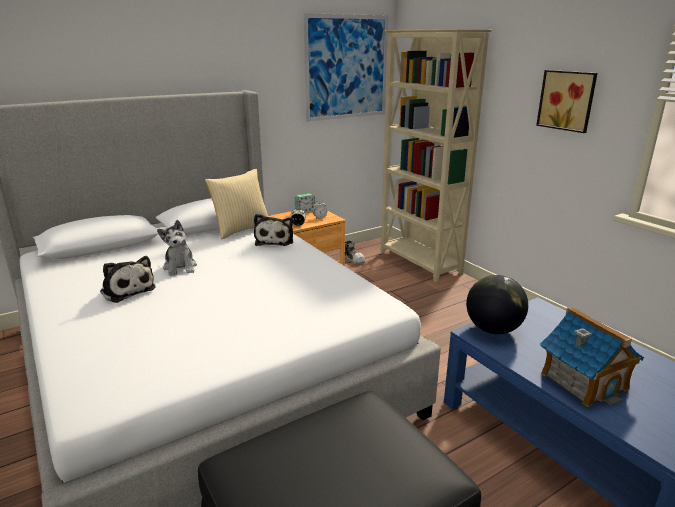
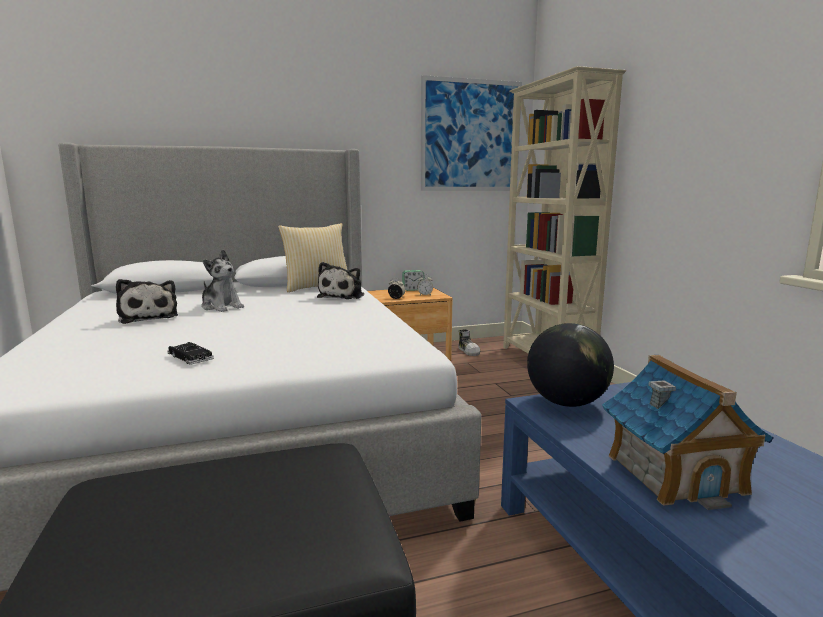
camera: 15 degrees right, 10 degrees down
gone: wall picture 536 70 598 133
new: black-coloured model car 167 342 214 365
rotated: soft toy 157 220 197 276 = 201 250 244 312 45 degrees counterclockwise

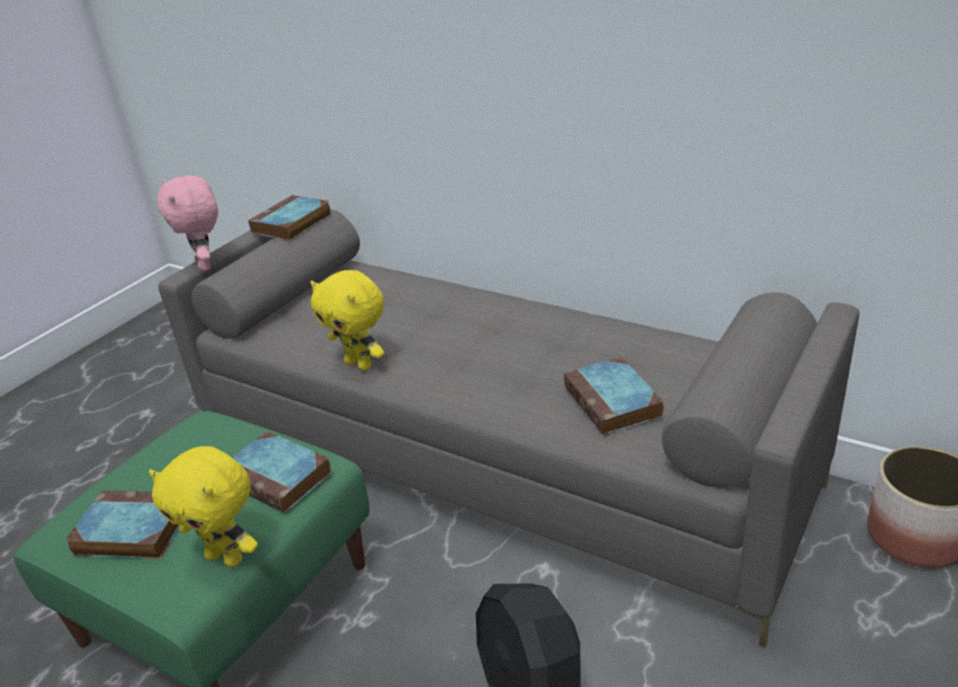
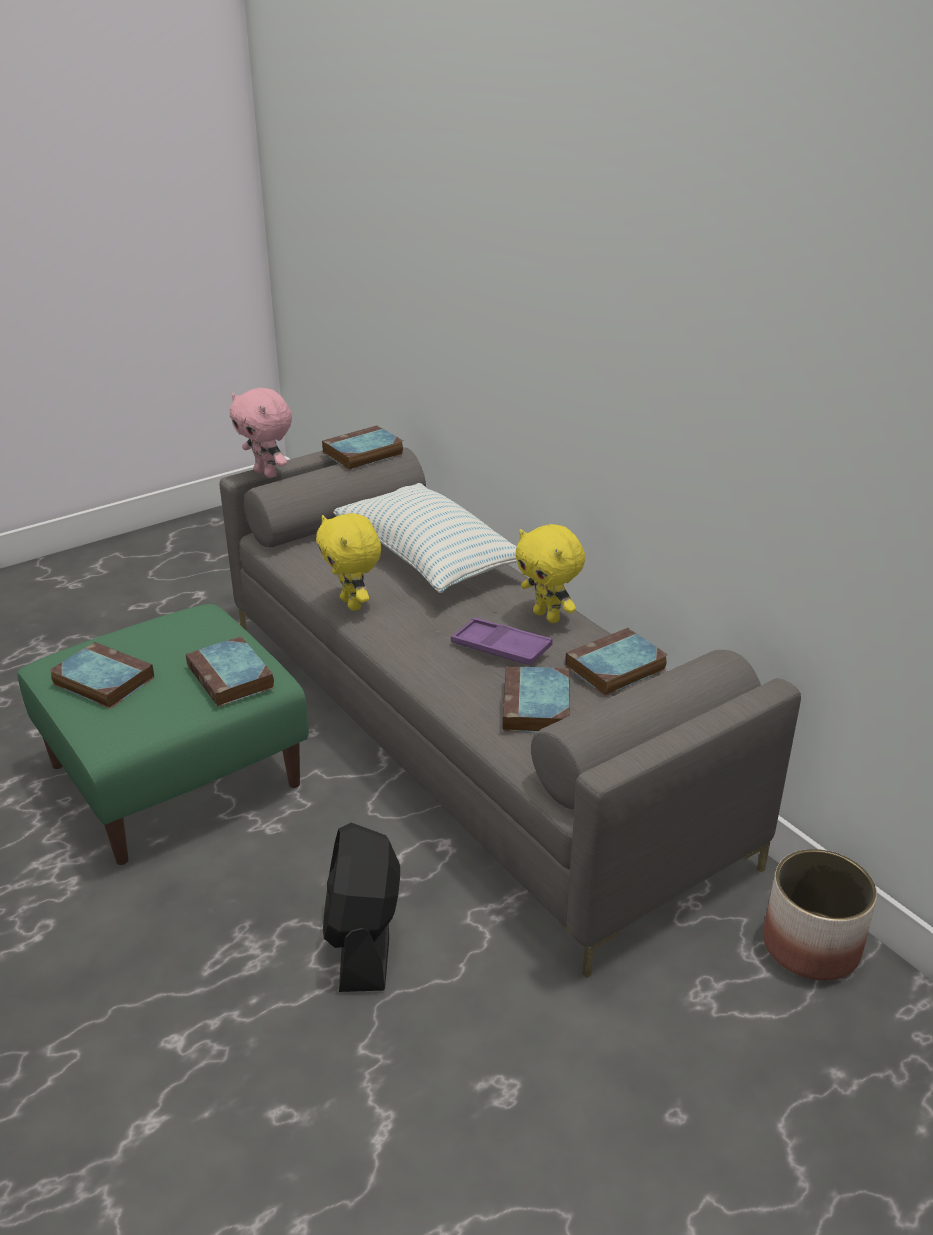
camera: 20 degrees right, 0 degrees up
new: cushion 333 483 517 593; purplish serving tray 451 618 553 665; bound book 565 628 668 696
shifted: yellow soft toy 149 446 258 567 to 515 524 585 623
rotated: pinkish soft toy 157 175 218 271 = 230 388 292 478 45 degrees counterclockwise

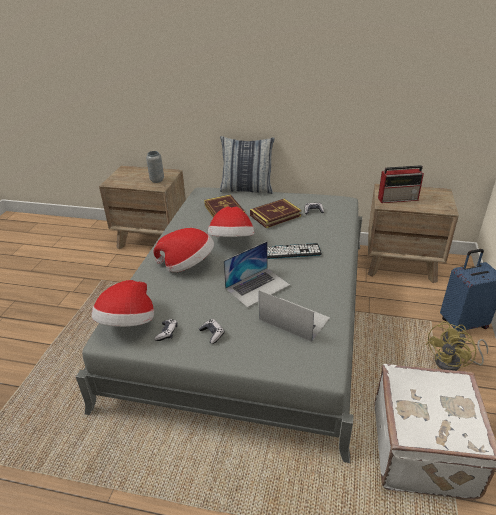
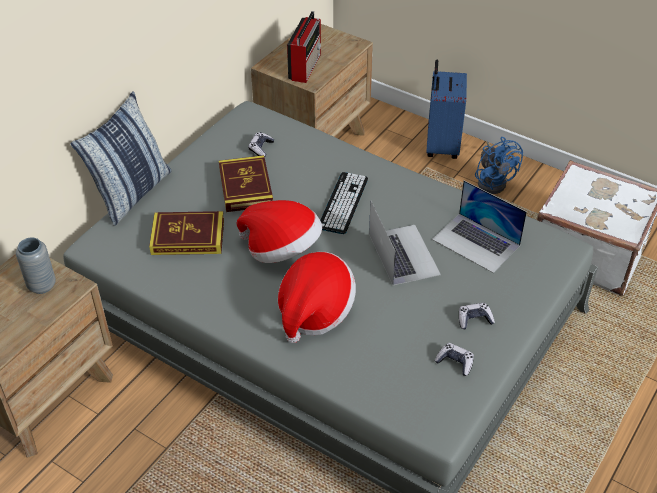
camera: 70 degrees left, 10 degrees up
gone: wearable hat 92 280 154 327
repainted: yellow cooling fan 426 321 488 371 to blue-coloured cooling fan 475 137 523 194
rotated: notebook computer 259 290 330 342 = 432 180 527 273 105 degrees counterclockwise

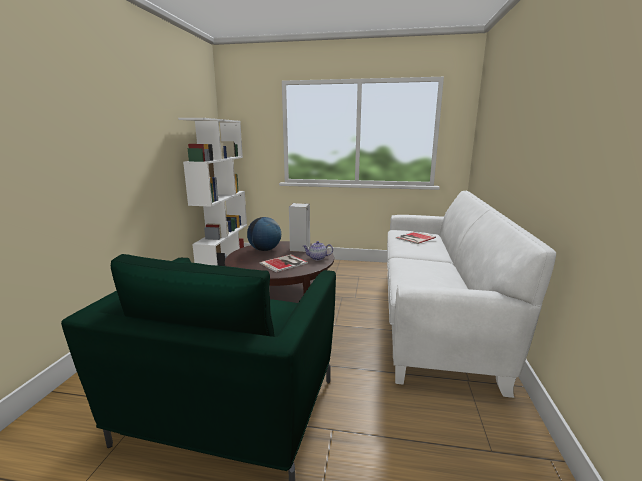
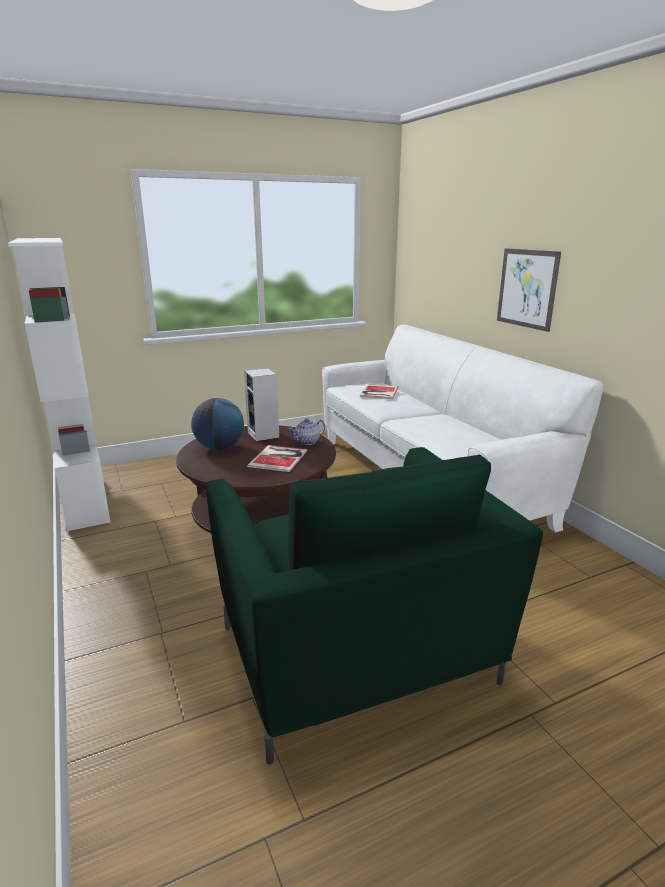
camera: 35 degrees left, 5 degrees up
new: wall picture 497 248 561 332

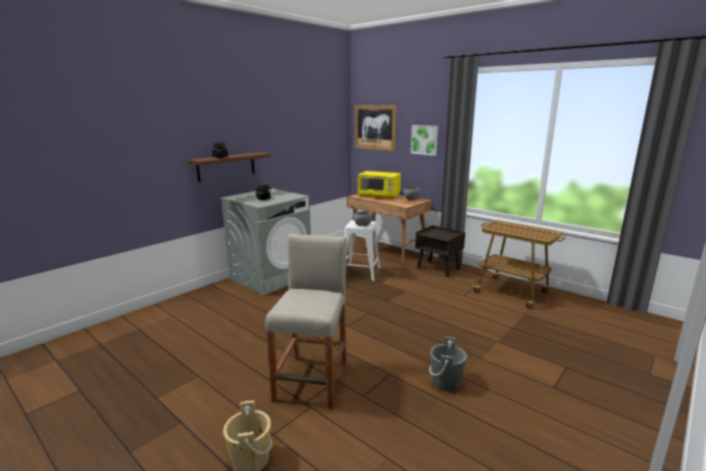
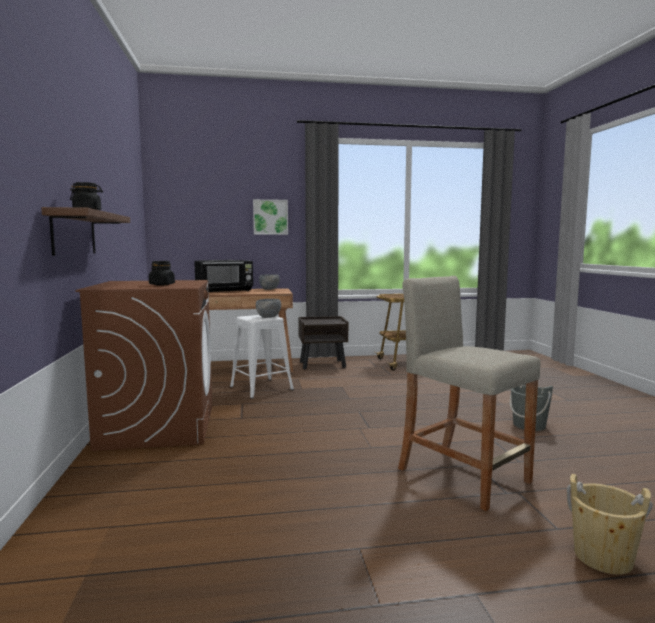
camera: 50 degrees left, 10 degrees down
gone: wall picture 355 105 397 152
repainted: gray washing machine 220 188 311 296 to brownish washing machine 75 280 212 451; yellow microwave 357 171 401 199 to black-coloured microwave 194 260 253 292

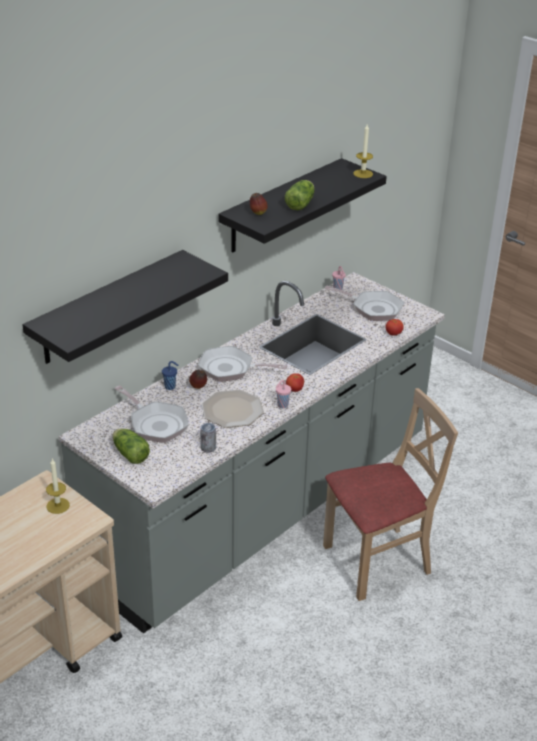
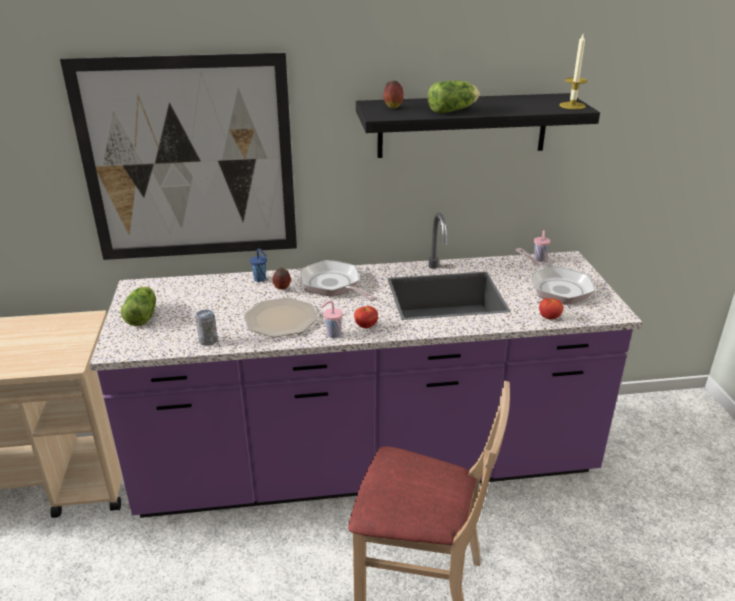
camera: 40 degrees right, 5 degrees down
gone: wax light 46 459 70 514; pan 114 385 189 443
swapped: black-coloured wall shelf 23 250 228 364 to wall picture 60 53 297 260
repainted: gray kitchen base unit 59 272 445 634 to purplish kitchen base unit 89 213 642 518

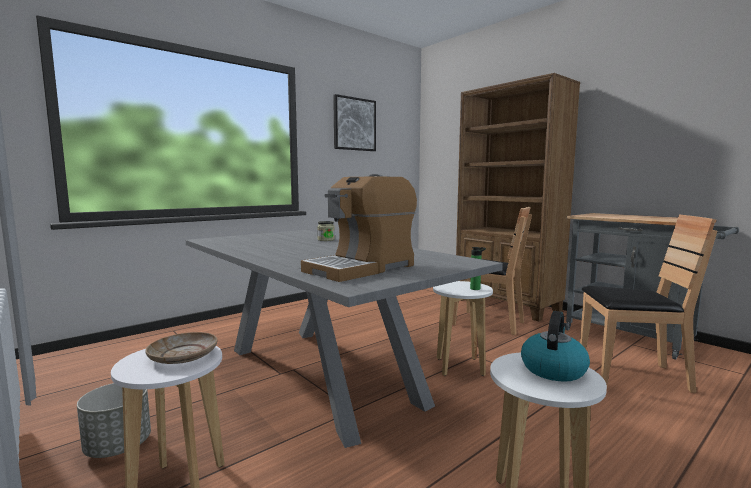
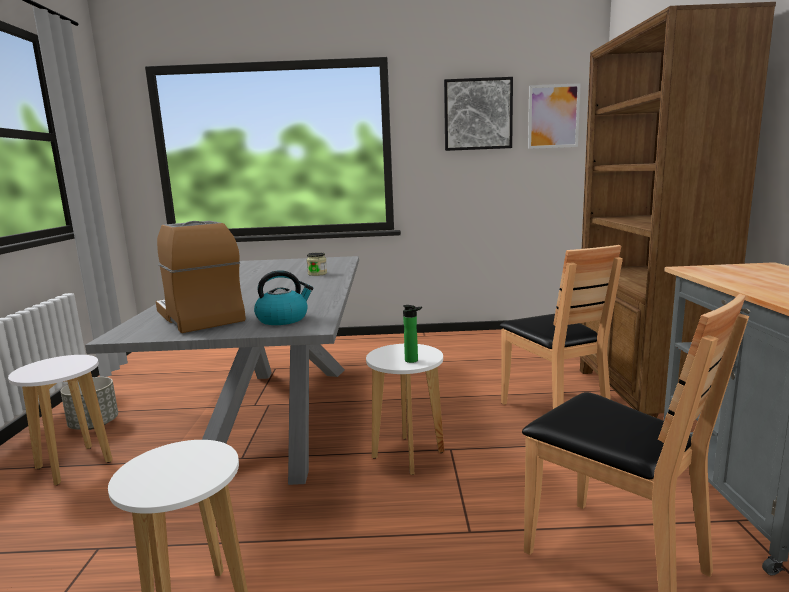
camera: 40 degrees right, 5 degrees up
gone: beige flat dish 145 332 217 364
new: wall picture 528 83 581 149
shifted: water kettle 521 311 590 382 to 254 270 314 325
rotated: coffee maker 301 174 417 282 = 156 221 246 333 60 degrees clockwise

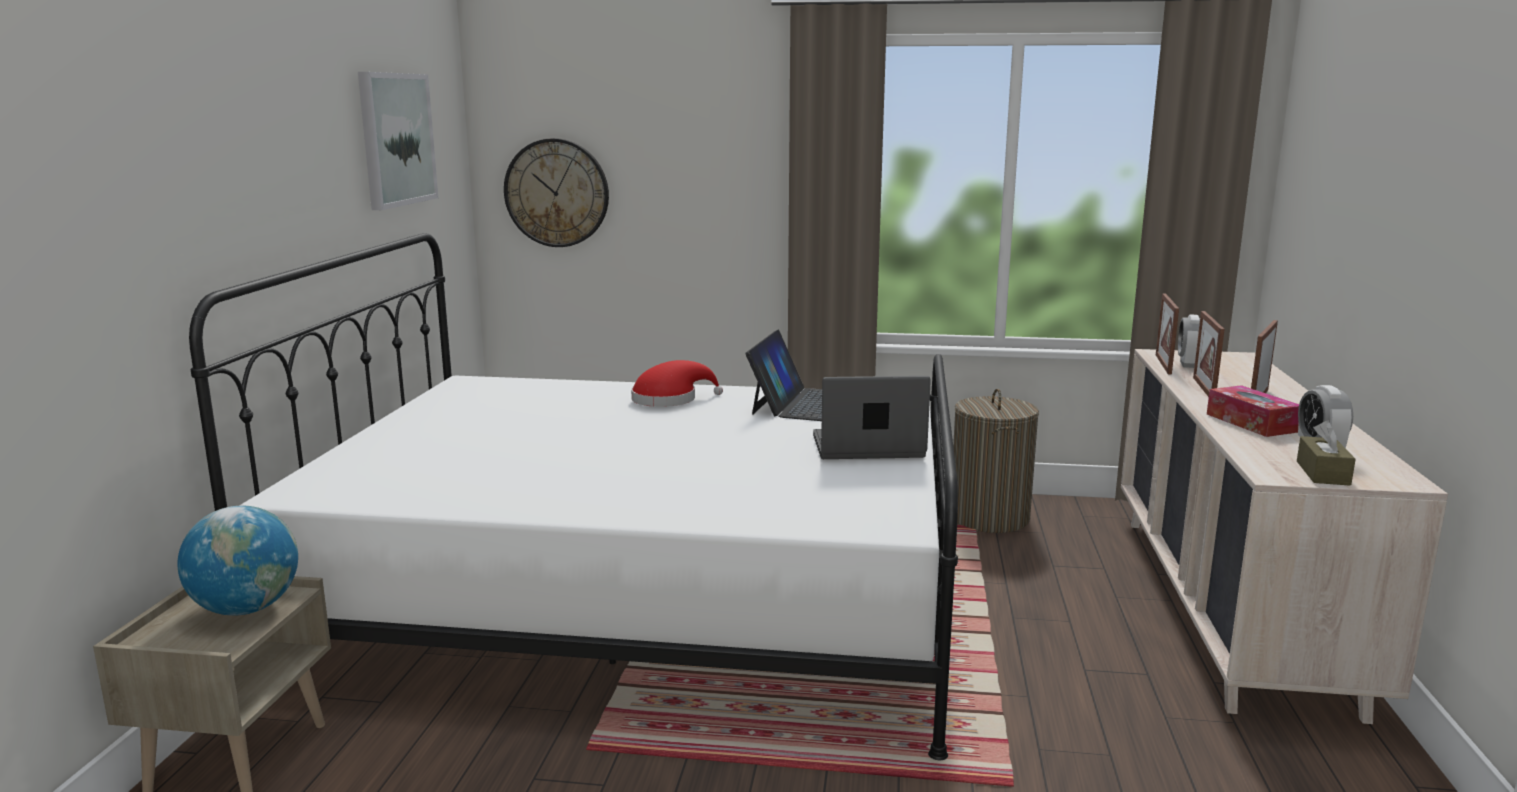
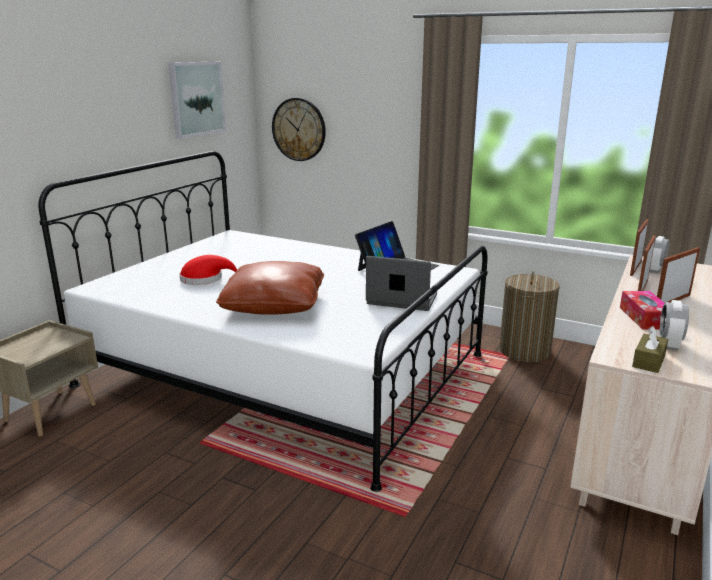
camera: 20 degrees right, 5 degrees up
gone: globe 177 506 298 616
new: brownish cushion 216 261 324 315
shifted: reddish wearable hat 631 360 723 407 to 179 255 237 285

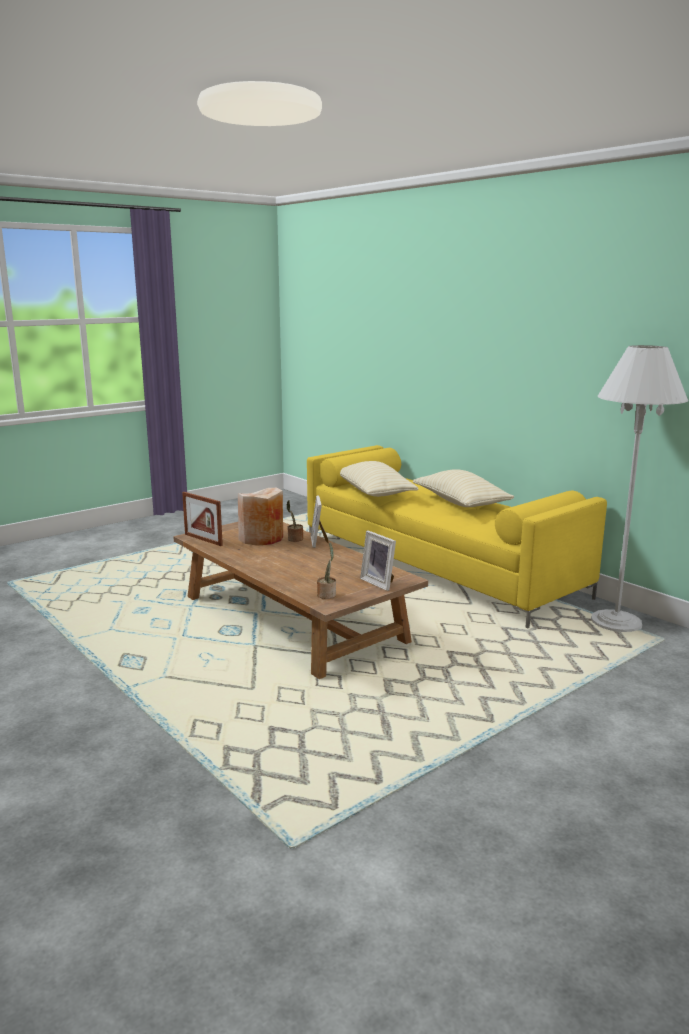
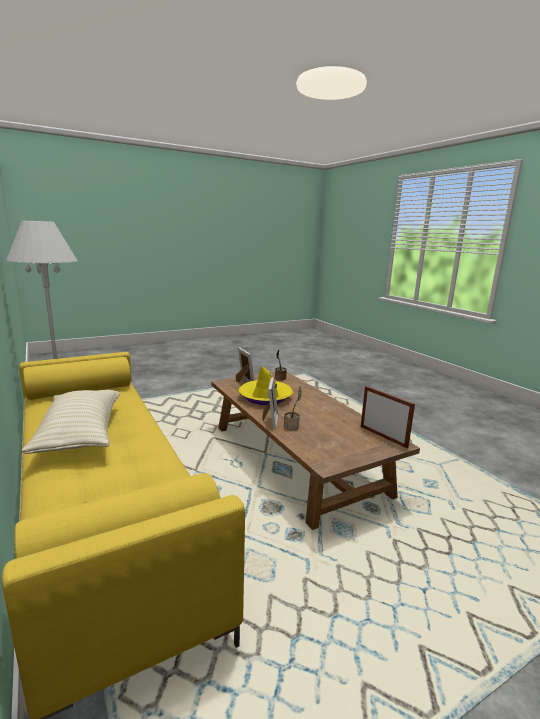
camera: 170 degrees left, 0 degrees up
gone: beige flower vase 238 488 283 546; beige cushion 340 461 418 497
new: yellow wearable hat 239 366 293 405

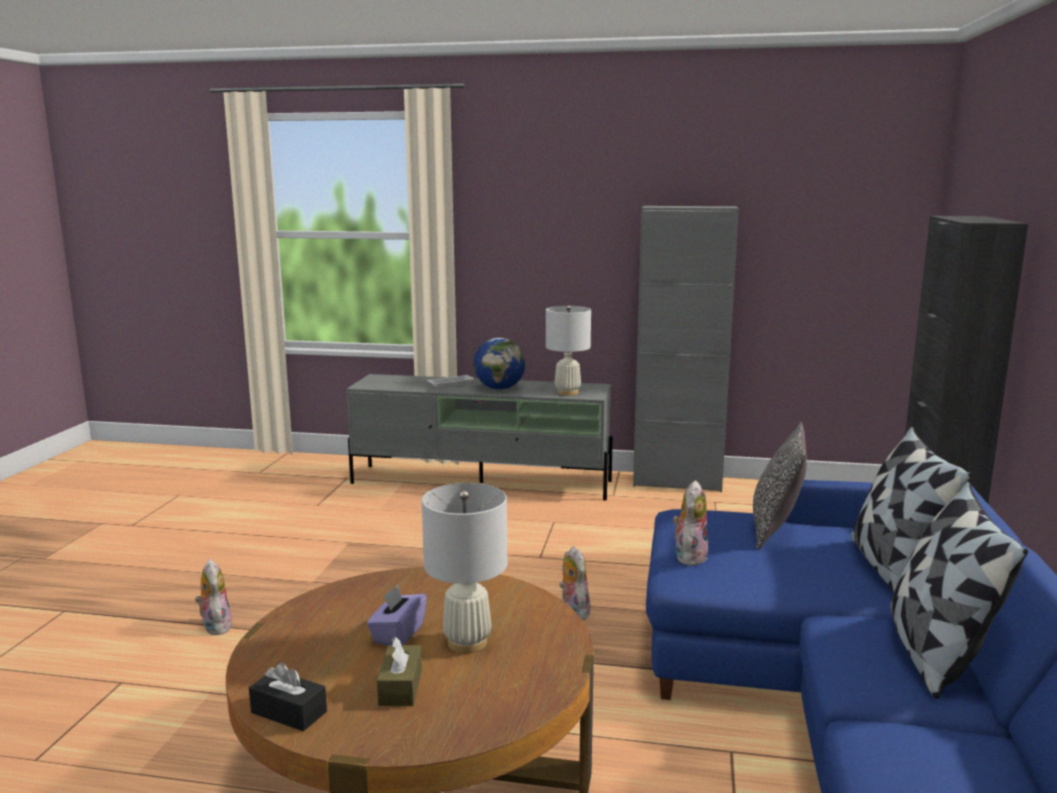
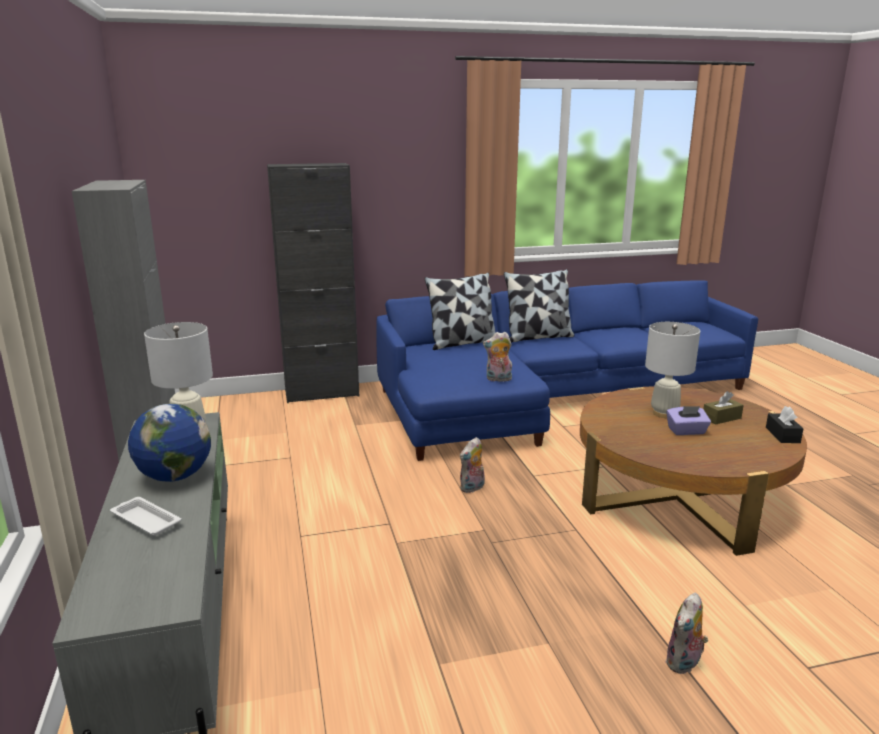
camera: 115 degrees left, 5 degrees up
gone: cushion 753 422 807 549

